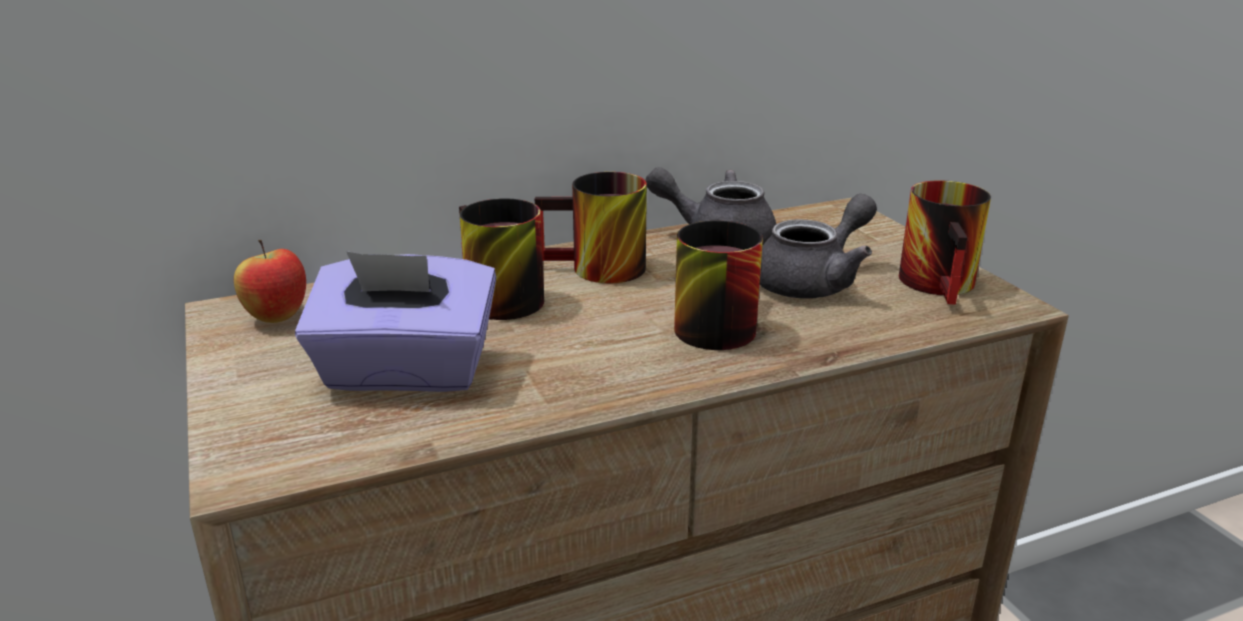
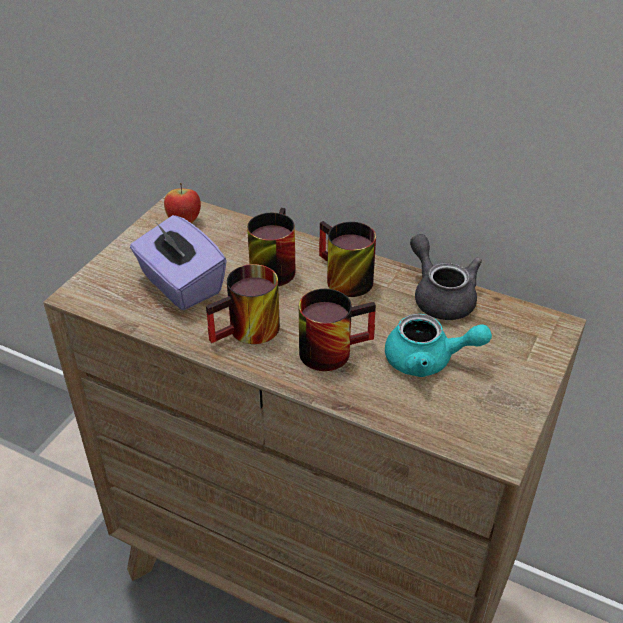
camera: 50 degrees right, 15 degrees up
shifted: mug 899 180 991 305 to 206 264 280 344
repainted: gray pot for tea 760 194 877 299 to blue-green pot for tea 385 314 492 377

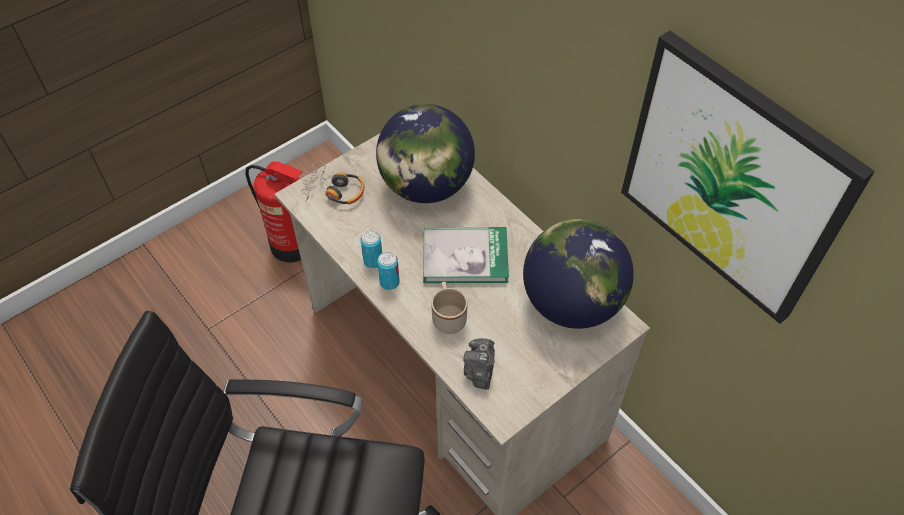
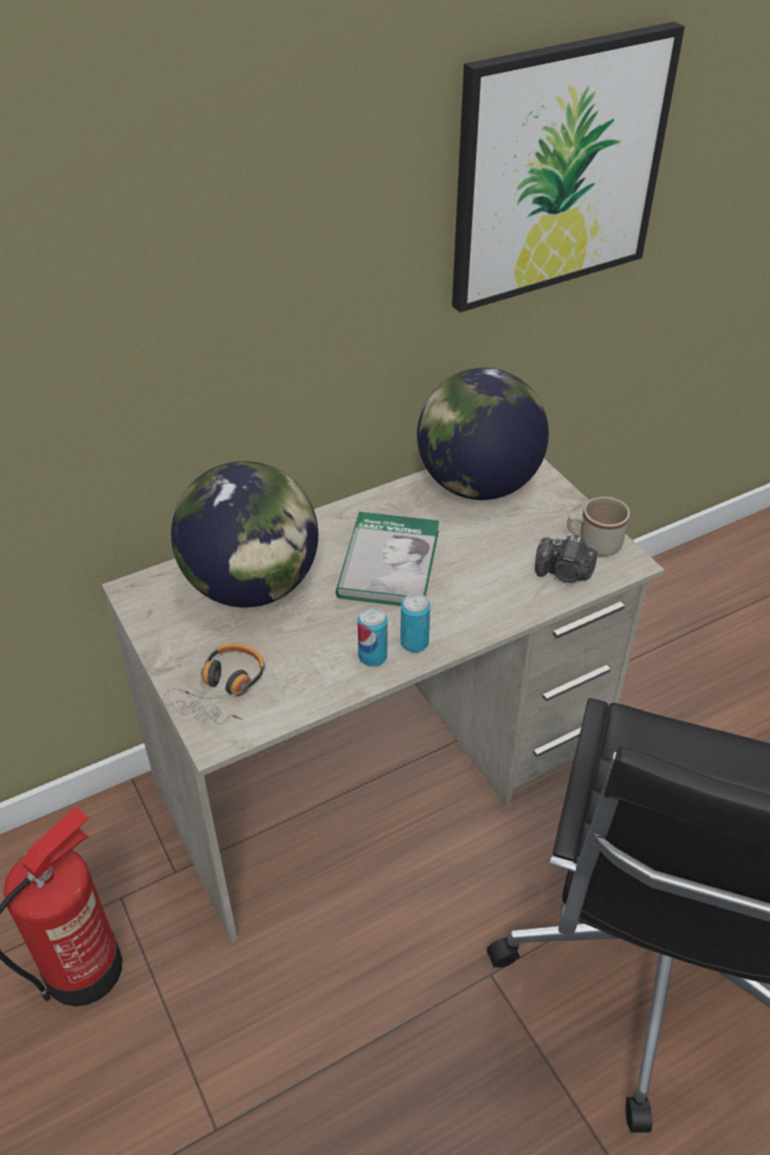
camera: 80 degrees left, 10 degrees down
shifted: beige mug 431 282 467 334 to 567 497 630 556

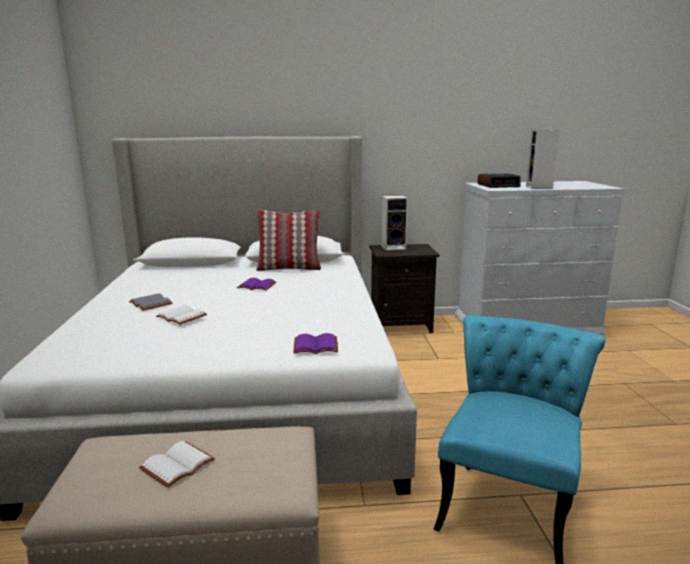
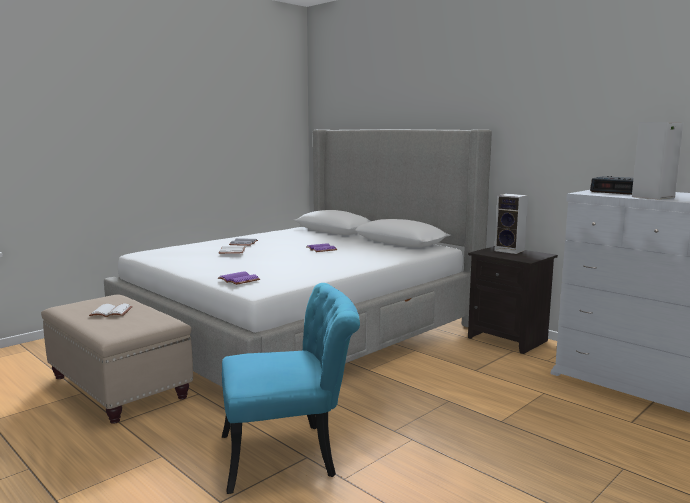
camera: 50 degrees right, 5 degrees down
gone: cushion 256 209 321 271

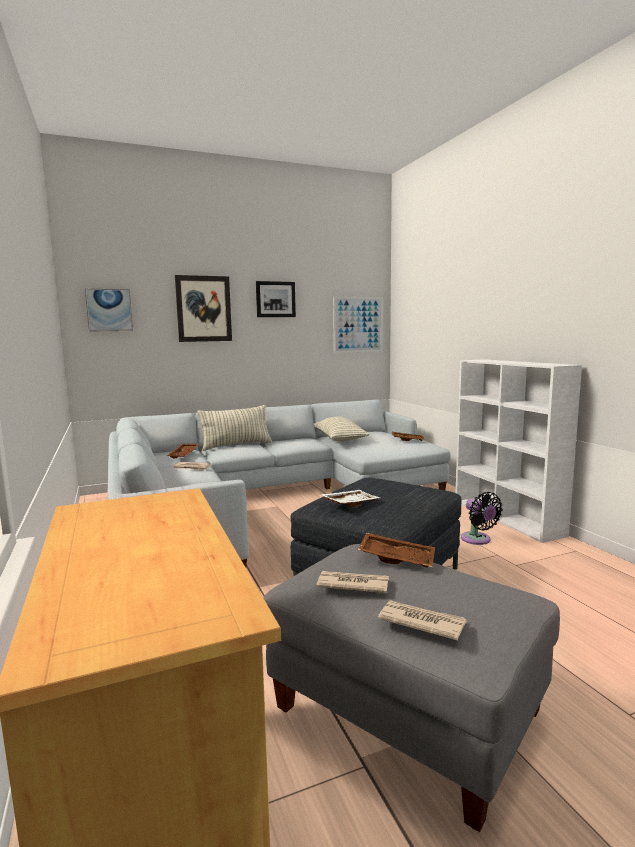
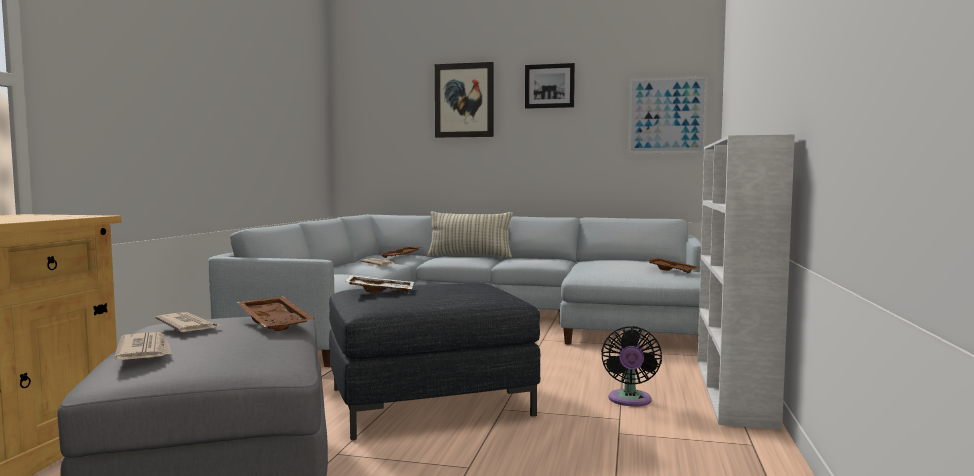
camera: 35 degrees right, 5 degrees down
gone: wall picture 85 289 133 332; cushion 313 416 370 441

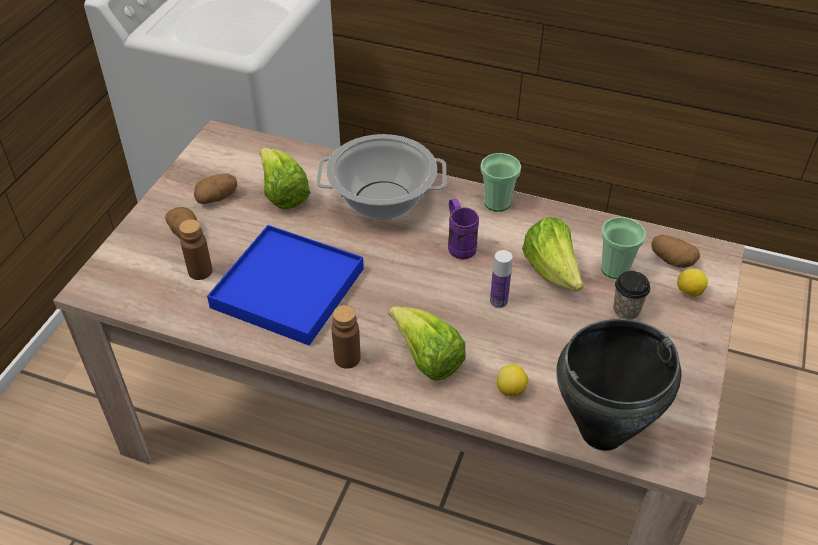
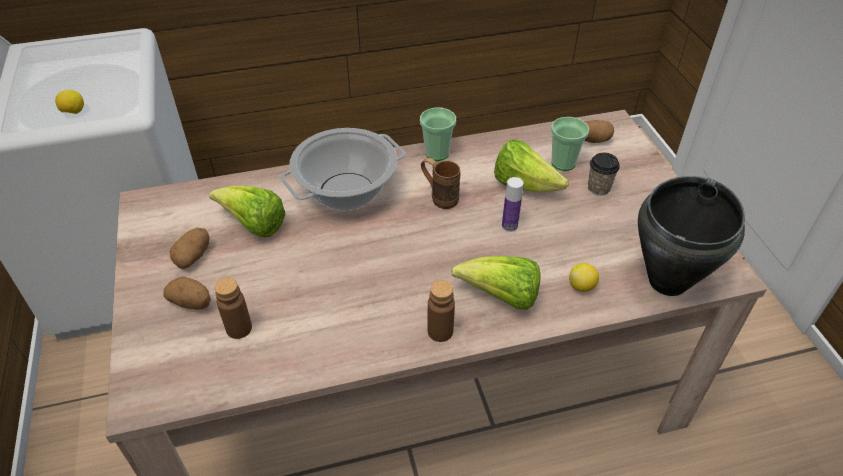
camera: 35 degrees left, 0 degrees up
gone: blue-coloured serving tray 207 225 364 345
shifted: whole lemon 677 268 708 297 to 55 90 84 114
repainted: purplish mug 448 198 479 259 to brownish mug 421 158 460 209

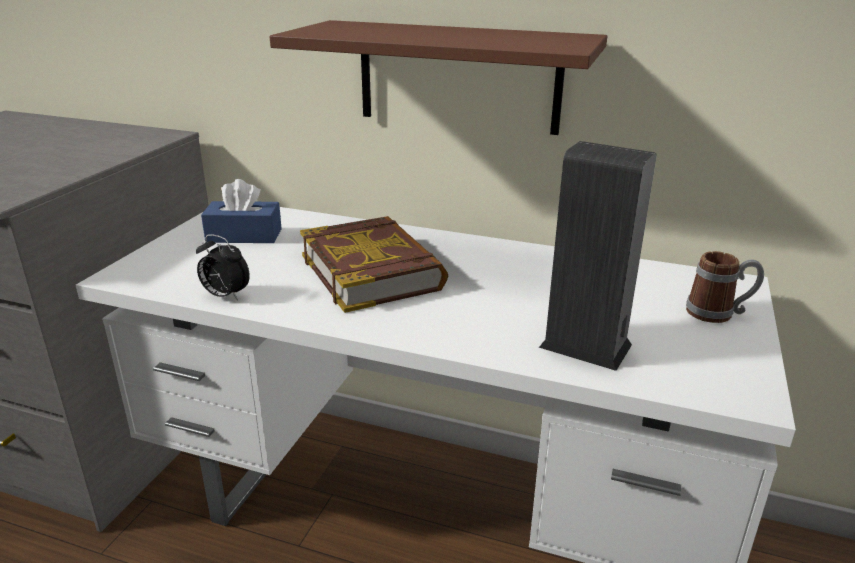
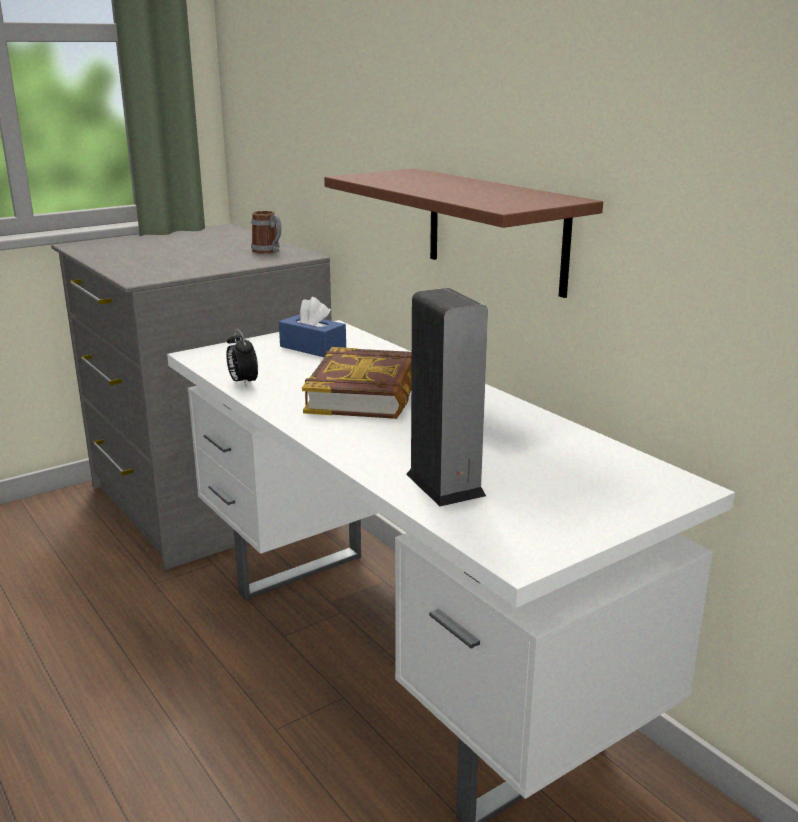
camera: 35 degrees right, 5 degrees down
shifted: mug 686 251 764 323 to 251 211 282 254

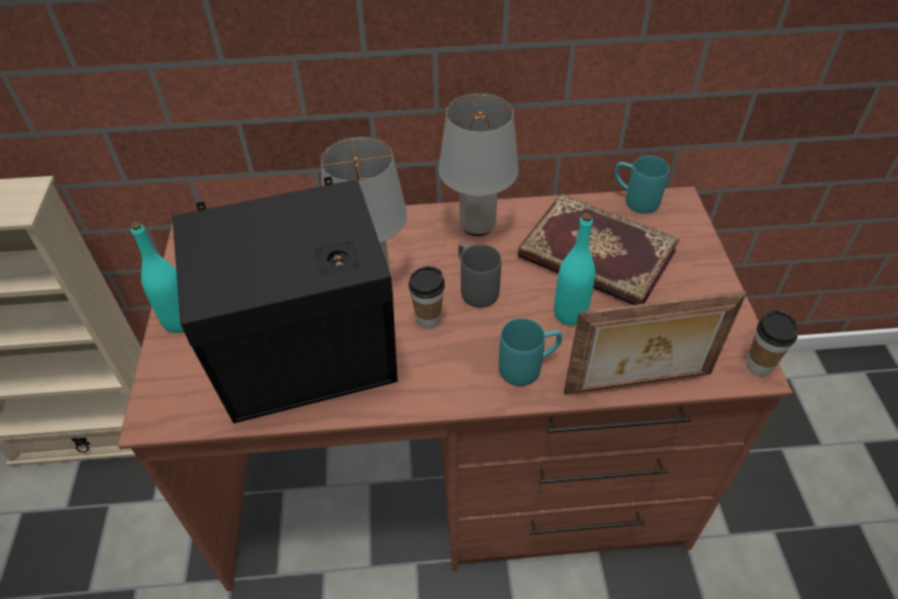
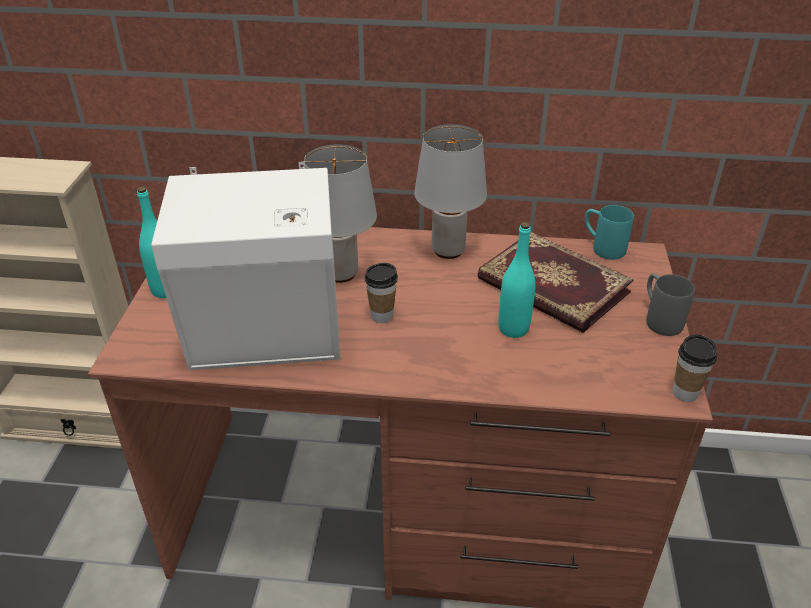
camera: 10 degrees right, 10 degrees down
gone: blue-green mug 499 318 562 386; standing frame 564 291 747 394
shifted: gray mug 458 243 501 308 to 646 273 695 336
repainted: black-coloured audio speaker 172 176 398 423 to whitish audio speaker 151 161 340 370

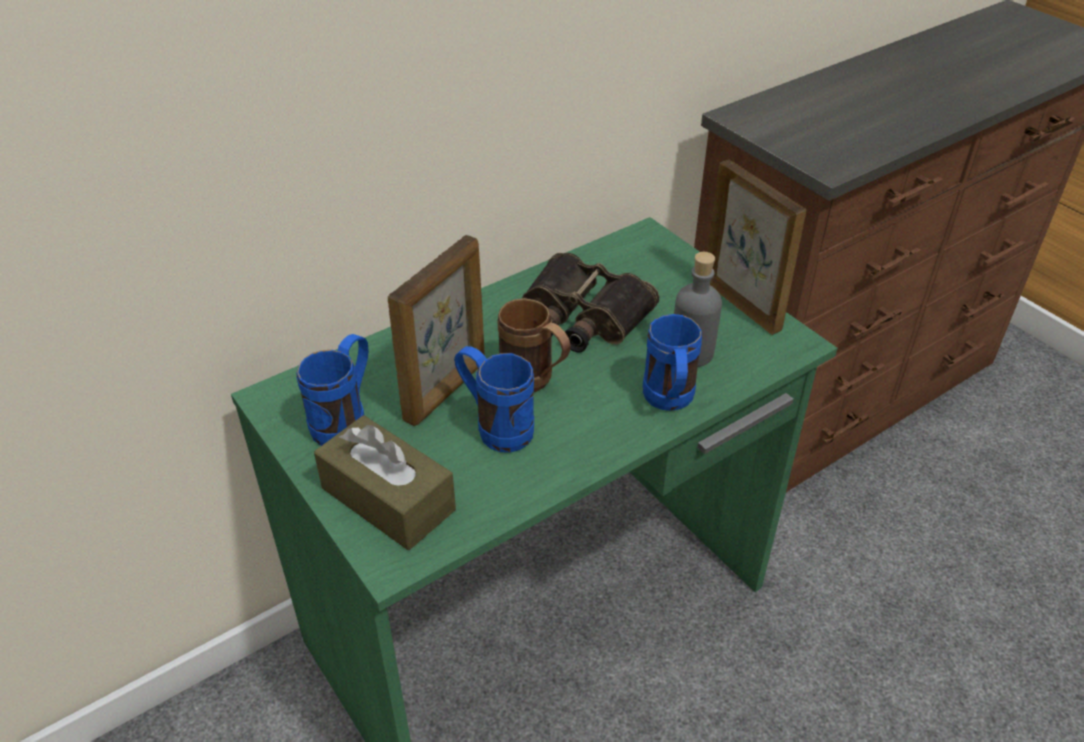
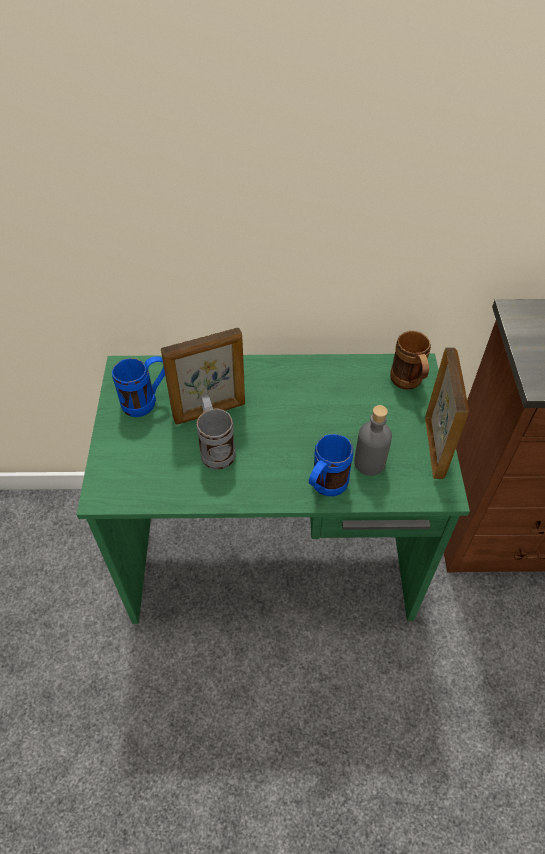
camera: 35 degrees right, 10 degrees up
gone: brownish tissue box 314 415 456 550; pair of binoculars 522 253 659 352
shifted: brownish mug 497 298 571 392 to 390 331 431 390
repainted: blue-coloured mug 454 346 534 453 to gray mug 196 395 236 470

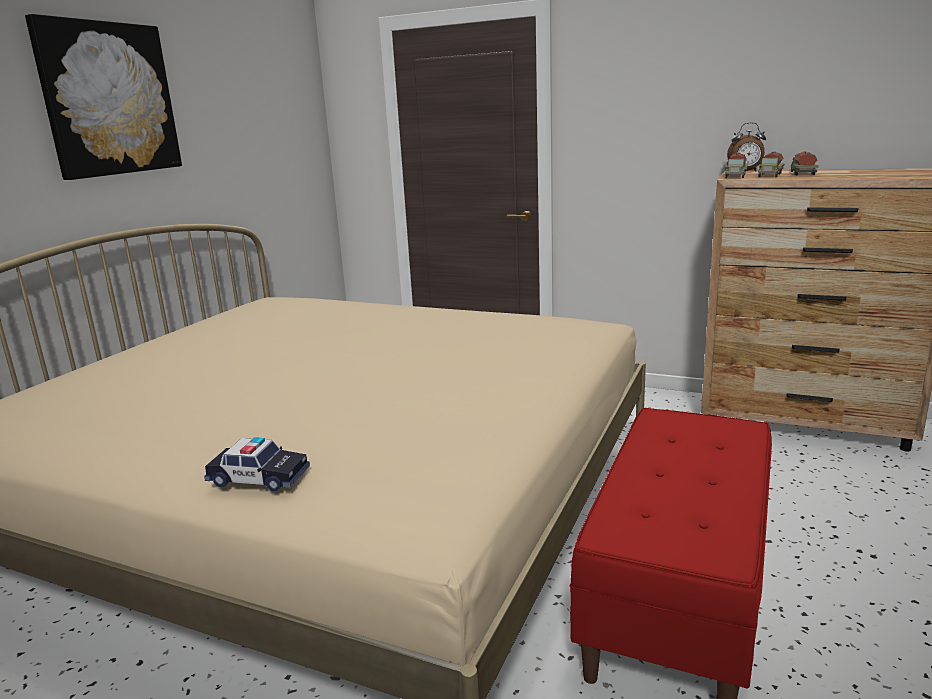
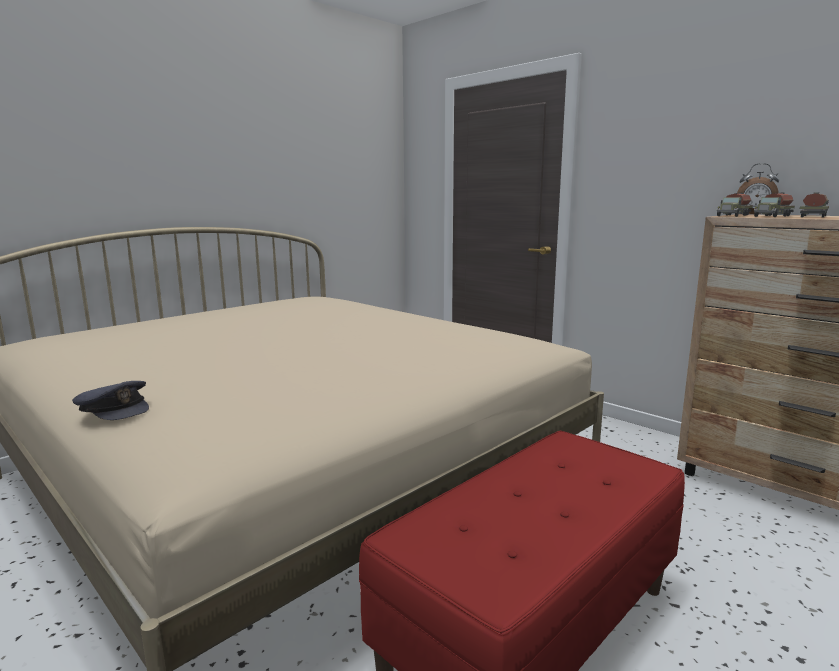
camera: 20 degrees right, 5 degrees down
gone: wall picture 25 14 182 180
swapped: model car 204 437 310 492 to gray cap 72 381 149 420

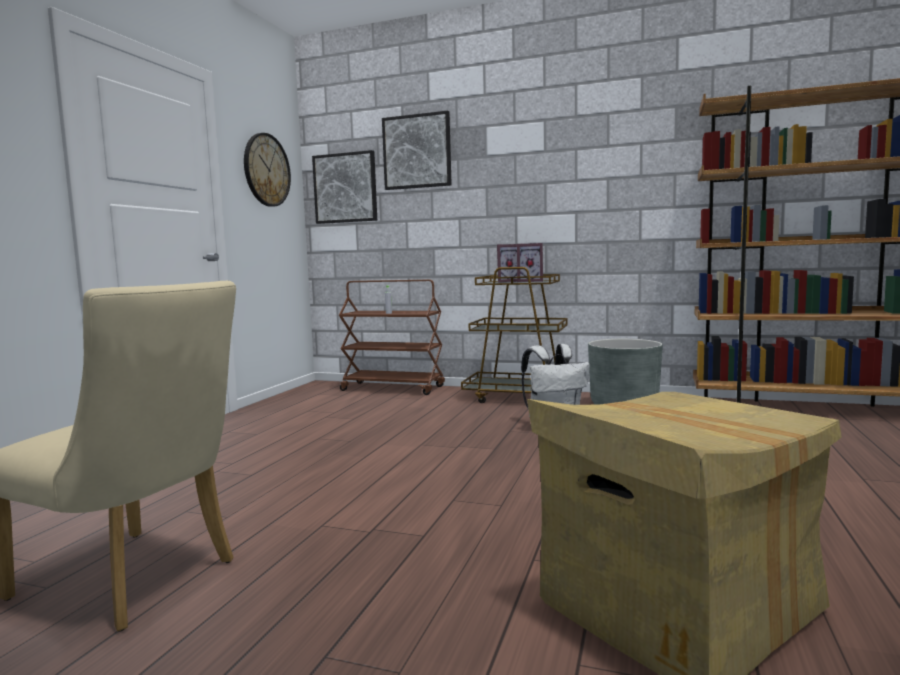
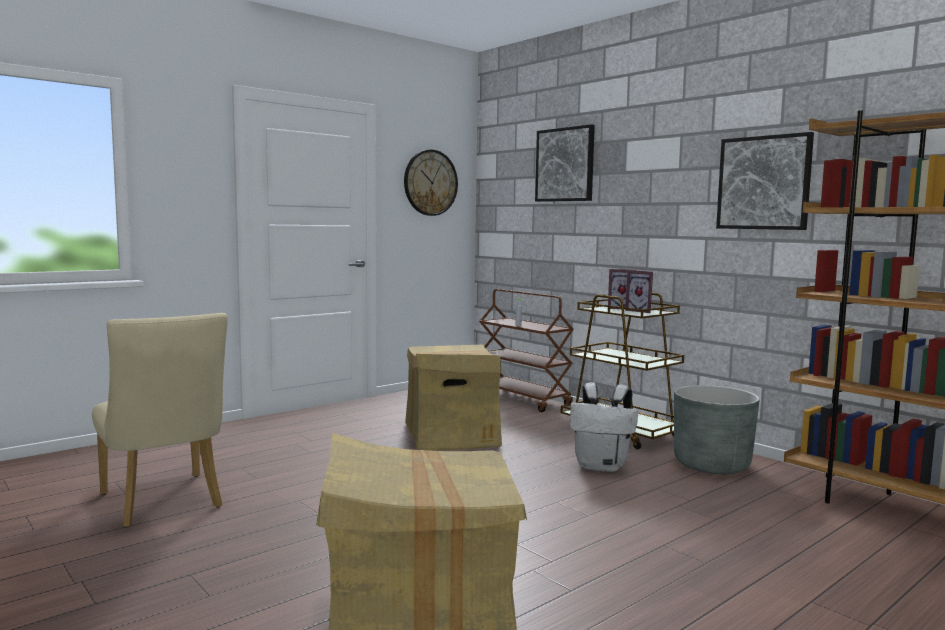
camera: 30 degrees right, 0 degrees up
new: carton 405 345 502 451
shifted: wall picture 312 150 377 224 to 716 132 814 230

